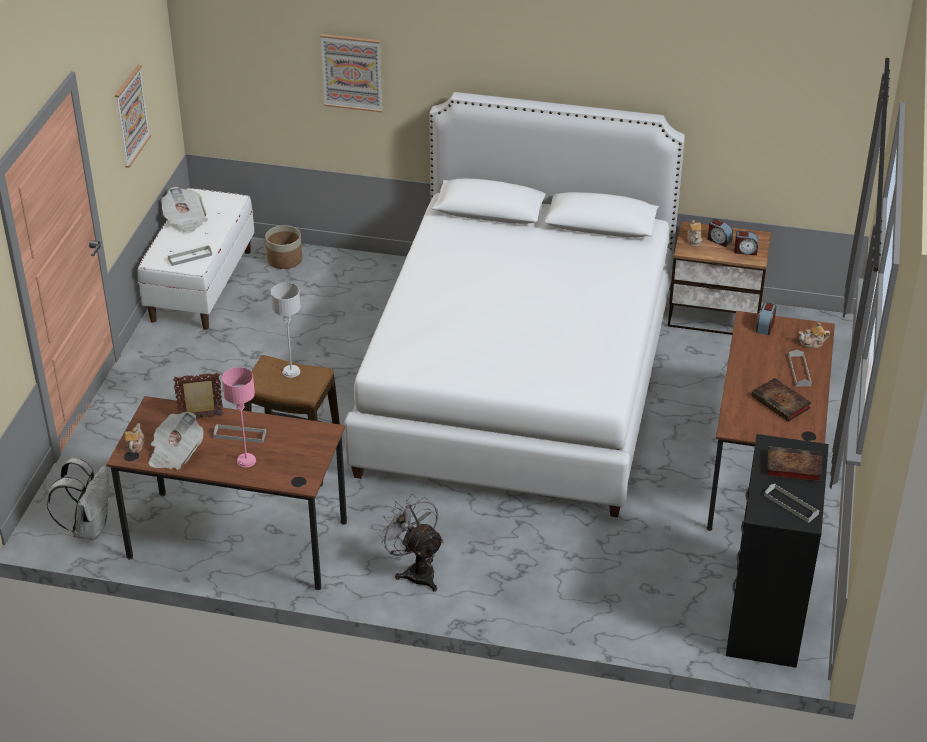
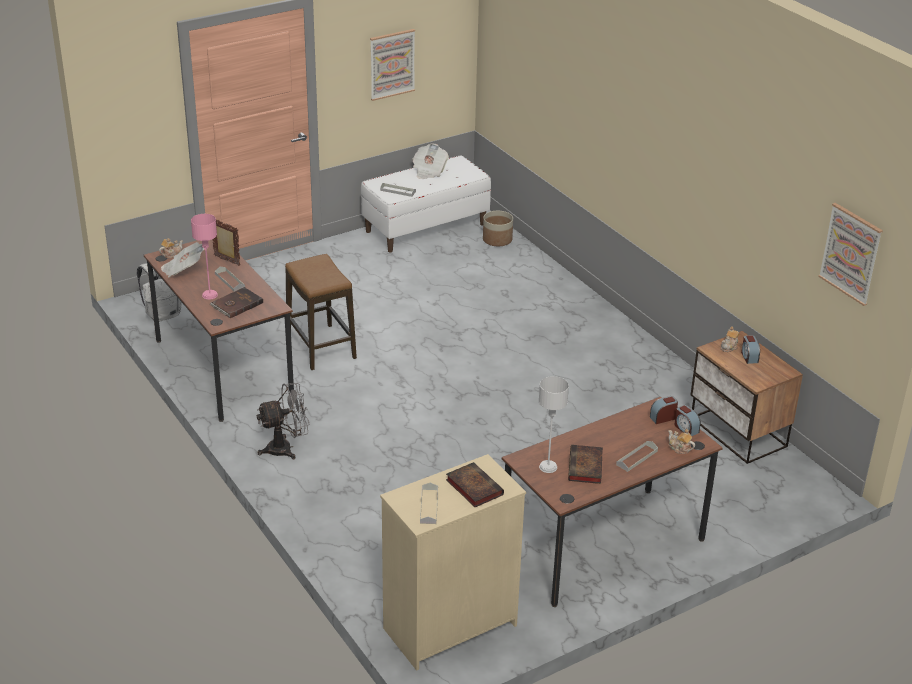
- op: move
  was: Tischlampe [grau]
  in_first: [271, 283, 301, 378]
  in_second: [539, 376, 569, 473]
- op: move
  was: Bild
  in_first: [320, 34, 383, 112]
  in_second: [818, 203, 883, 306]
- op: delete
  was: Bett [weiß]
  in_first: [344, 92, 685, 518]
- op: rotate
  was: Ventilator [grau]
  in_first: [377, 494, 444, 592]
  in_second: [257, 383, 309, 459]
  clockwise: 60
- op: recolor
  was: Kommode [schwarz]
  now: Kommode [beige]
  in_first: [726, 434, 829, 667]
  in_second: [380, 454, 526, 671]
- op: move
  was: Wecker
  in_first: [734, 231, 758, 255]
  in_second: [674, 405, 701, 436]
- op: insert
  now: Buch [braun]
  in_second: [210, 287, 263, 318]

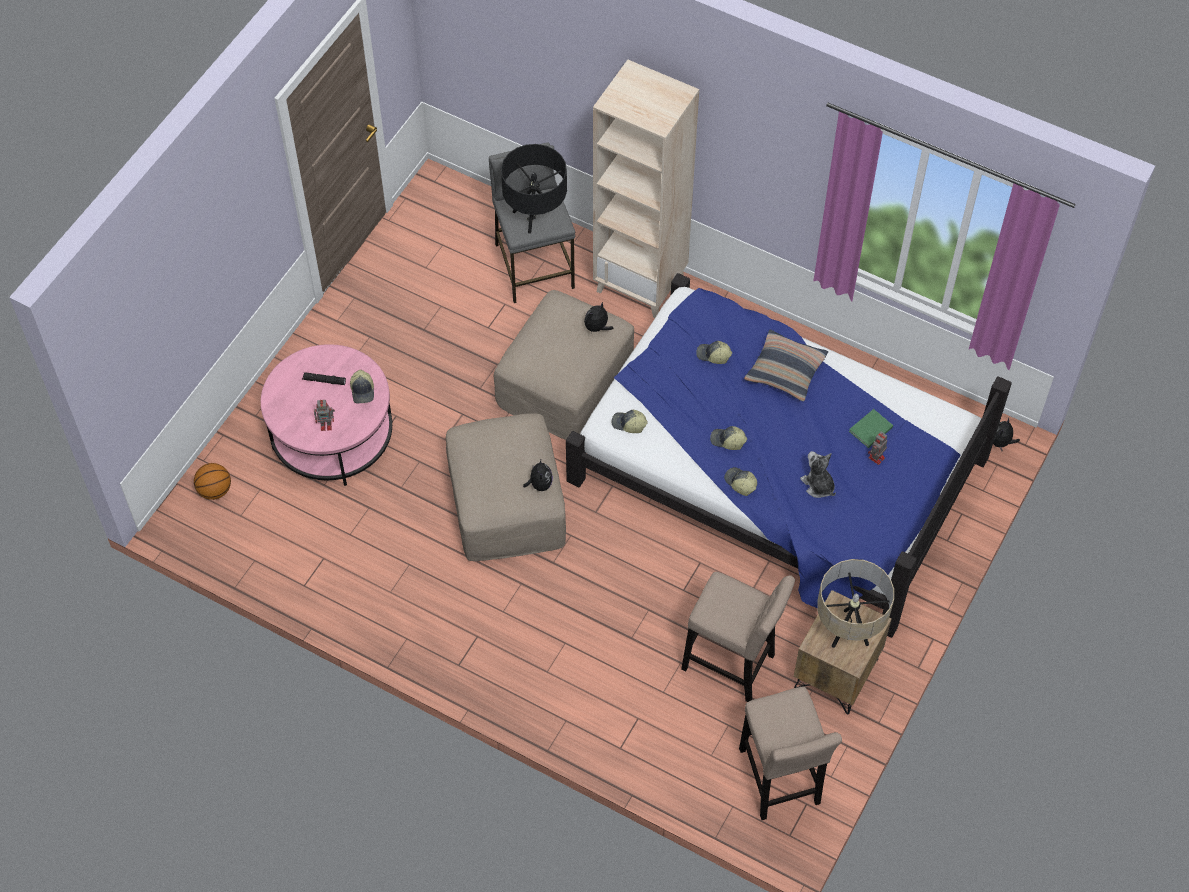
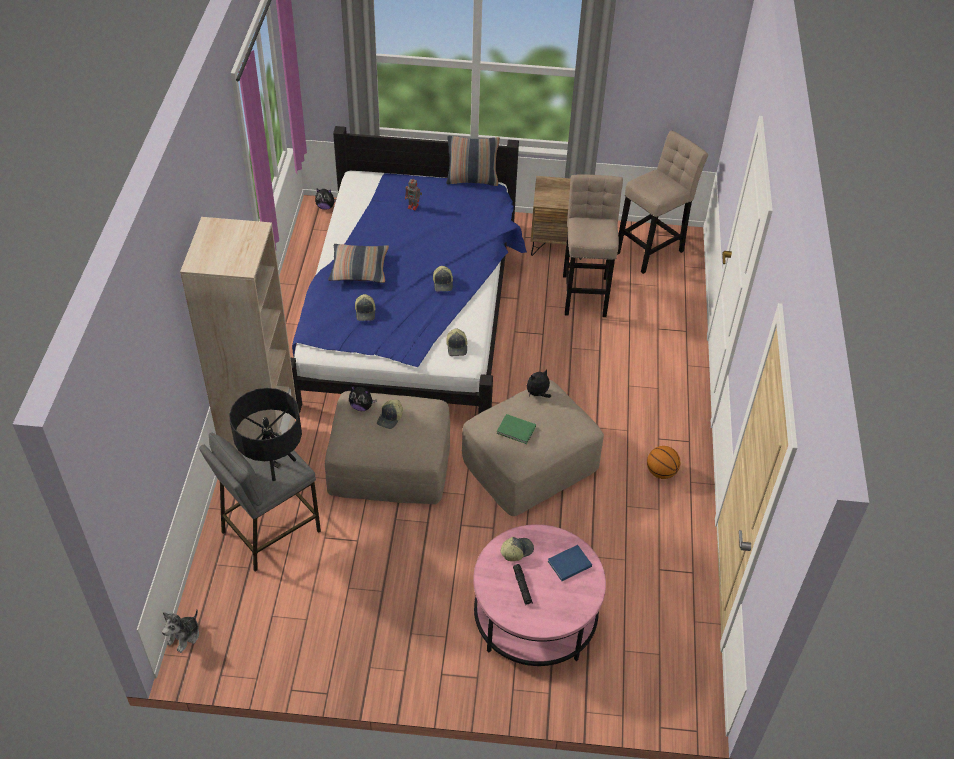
- op: move
  was: Basketball
  in_first: [194, 463, 231, 500]
  in_second: [647, 446, 680, 479]
- op: replace
  was: Spielzeugroboter
  now: Buch [blau]
  in_first: [314, 400, 335, 431]
  in_second: [548, 545, 592, 581]
- op: move
  was: Kappe
  in_first: [724, 467, 757, 496]
  in_second: [377, 399, 403, 429]
- op: move
  was: Plüschtier
  in_first: [800, 451, 836, 498]
  in_second: [162, 610, 199, 653]
- op: delete
  was: Tischlampe [beige]
  in_first: [817, 559, 894, 648]
- op: move
  was: Buch [grün]
  in_first: [849, 409, 893, 448]
  in_second: [497, 414, 536, 444]
- op: insert
  now: Kissen
  in_second: [446, 136, 500, 186]

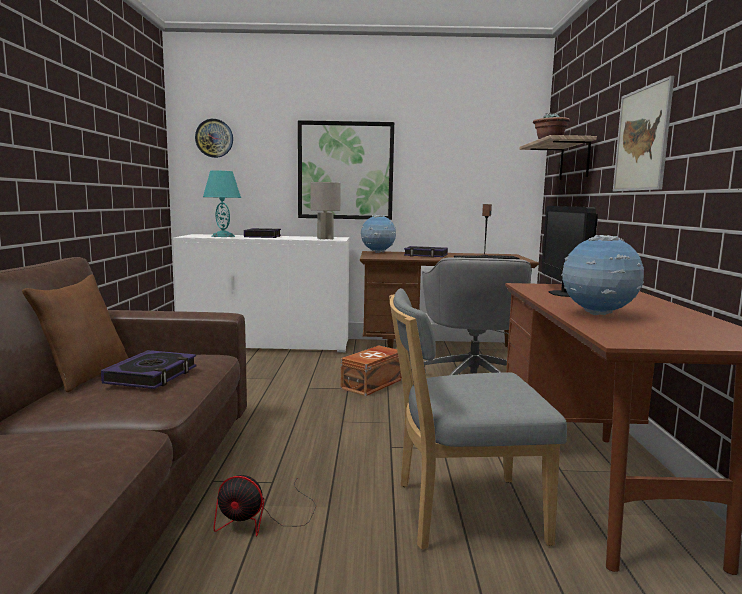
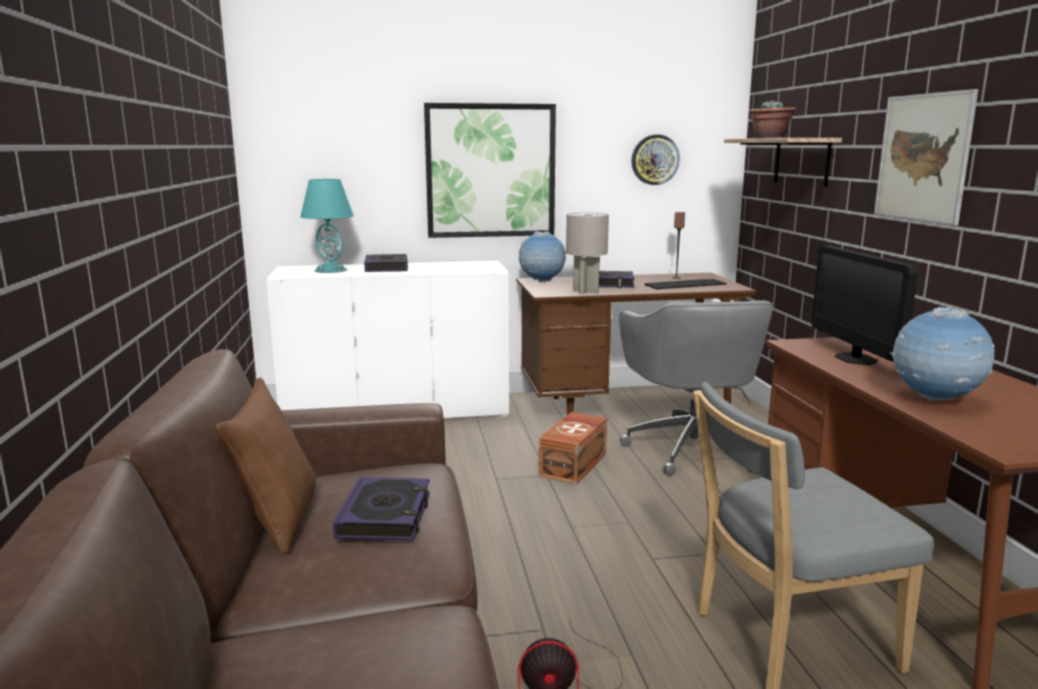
- op: move
  was: Wanduhr
  in_first: [195, 119, 233, 158]
  in_second: [632, 135, 680, 185]
- op: move
  was: Tischlampe [grau]
  in_first: [310, 182, 341, 239]
  in_second: [566, 213, 609, 294]

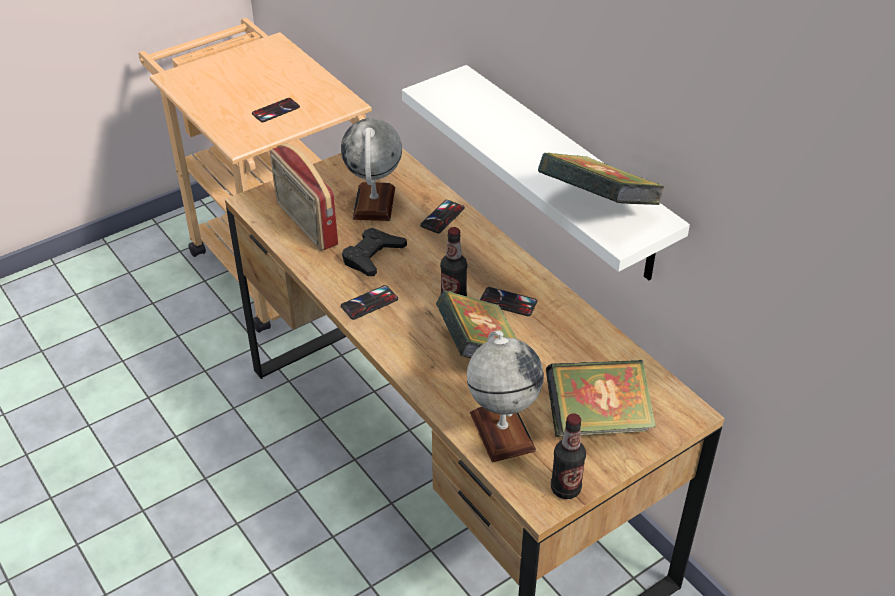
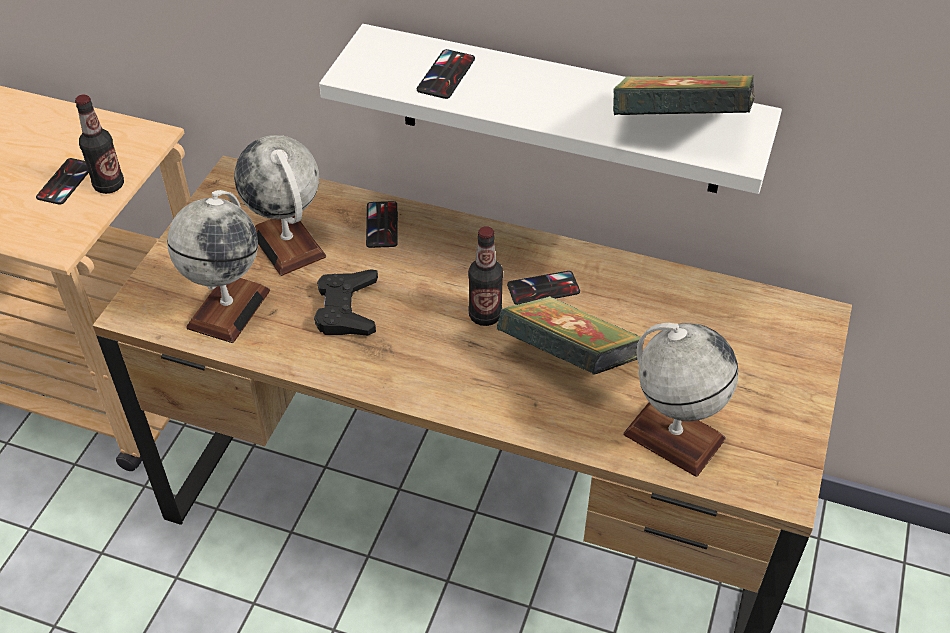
- op: replace
  was: Radio
  now: Globus
  in_first: [270, 144, 338, 251]
  in_second: [167, 190, 270, 343]
- op: move
  was: Handy
  in_first: [341, 285, 398, 320]
  in_second: [417, 49, 475, 99]
- op: delete
  was: Buch
  in_first: [546, 360, 656, 437]
- op: move
  was: Flasche
  in_first: [551, 413, 586, 499]
  in_second: [75, 94, 124, 194]

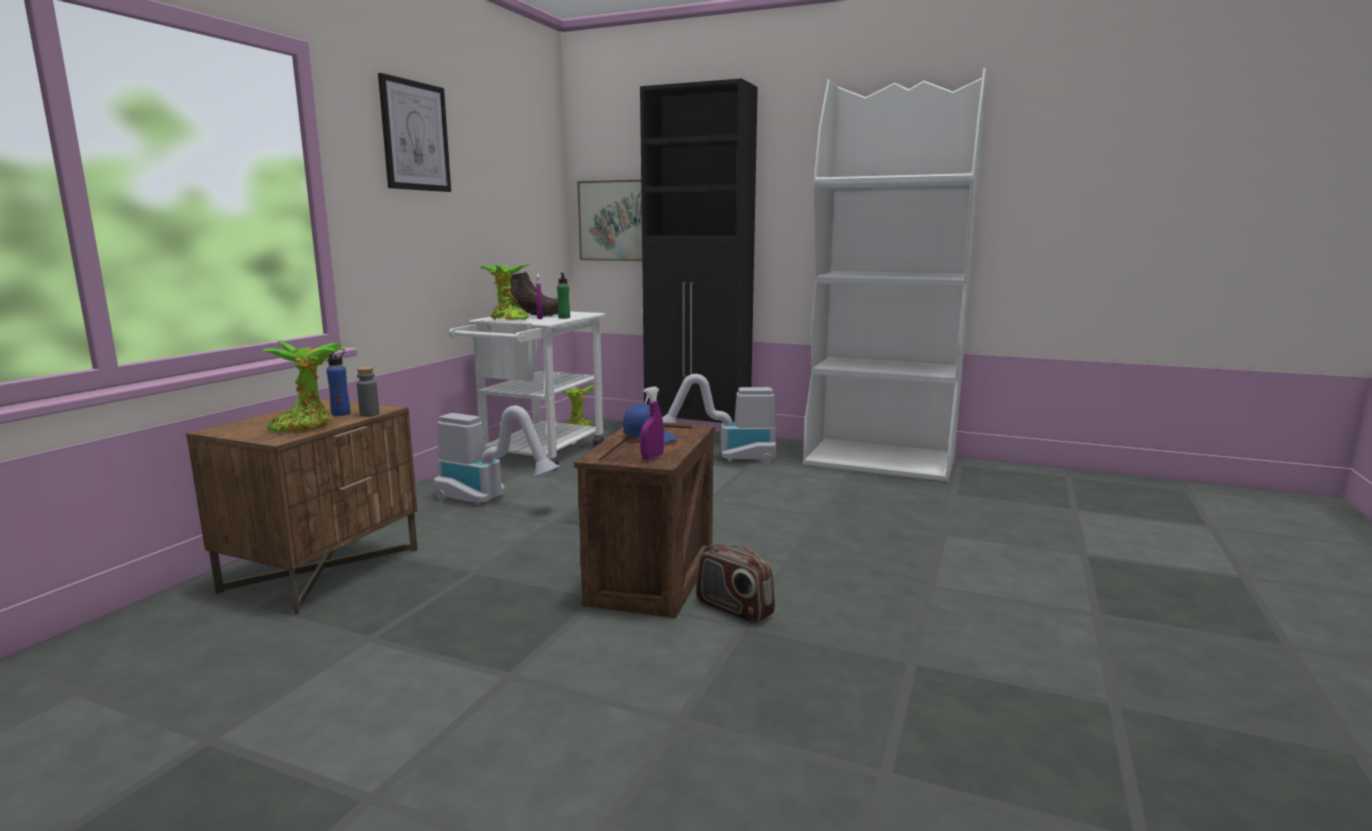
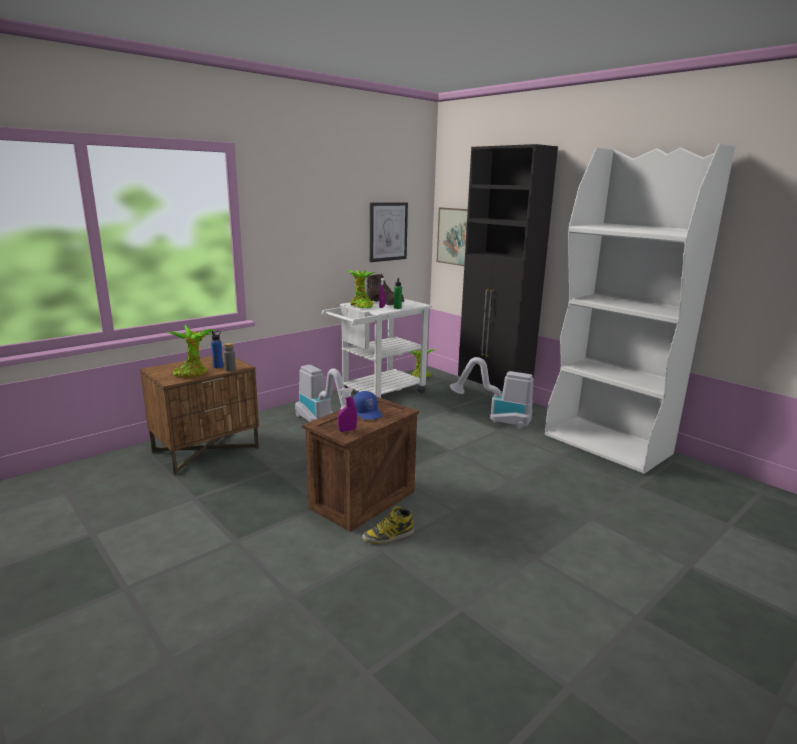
- op: move
  was: Bild
  in_first: [378, 73, 451, 192]
  in_second: [370, 202, 408, 262]
- op: replace
  was: Radio
  now: Stiefel
  in_first: [696, 544, 775, 624]
  in_second: [362, 506, 414, 544]

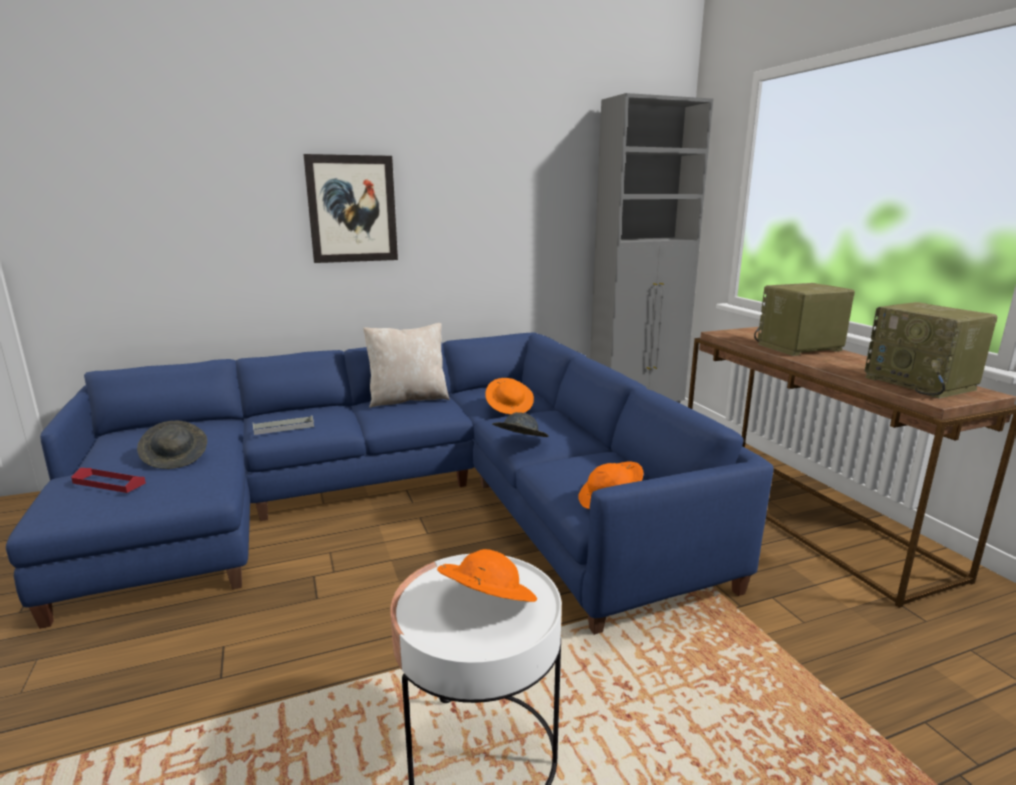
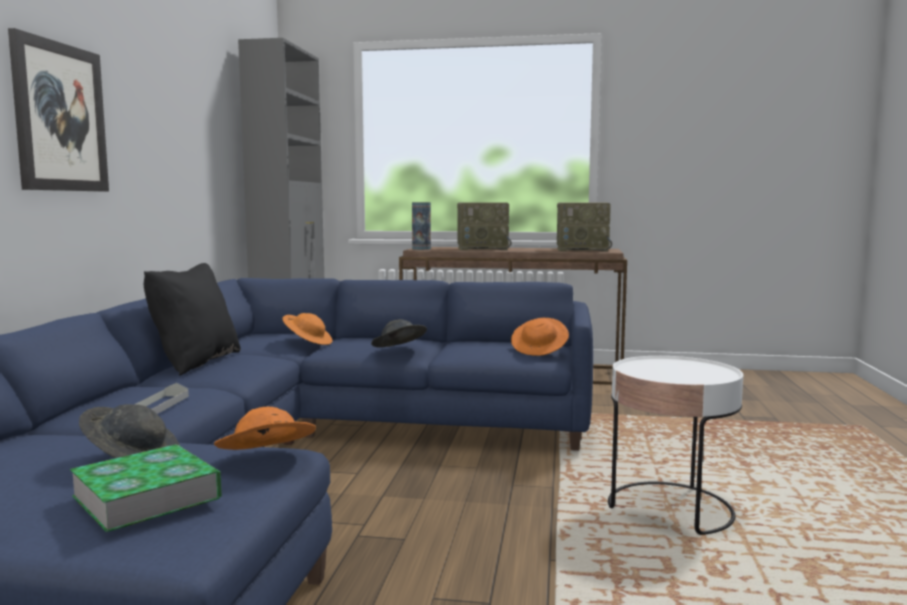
- op: replace
  was: Tablett [rot]
  now: Buch
  in_first: [71, 468, 146, 493]
  in_second: [70, 444, 222, 532]
- op: recolor
  was: Kissen [beige]
  now: Kissen [schwarz]
  in_first: [363, 323, 450, 408]
  in_second: [144, 263, 241, 376]
- op: move
  was: Hut [orange]
  in_first: [437, 549, 537, 602]
  in_second: [214, 407, 316, 450]
- op: rotate
  was: Radio
  in_first: [754, 283, 855, 356]
  in_second: [457, 202, 512, 250]
  clockwise: -105
- op: insert
  now: Vase
  in_second: [412, 202, 431, 250]

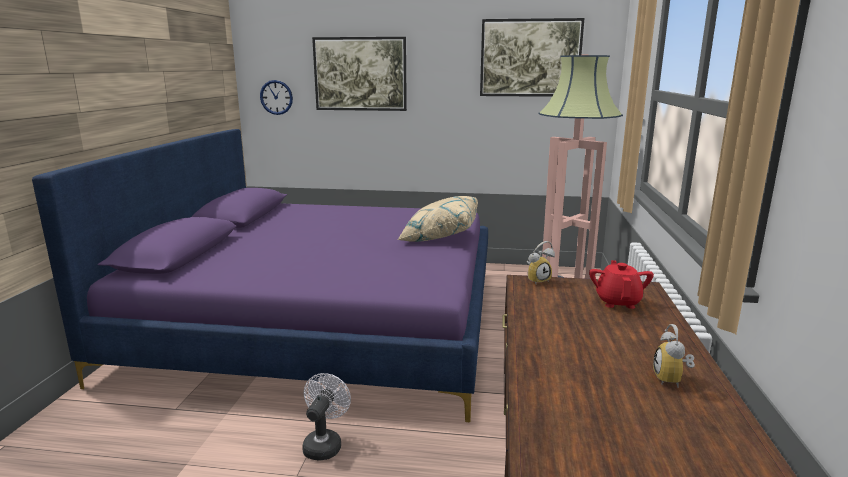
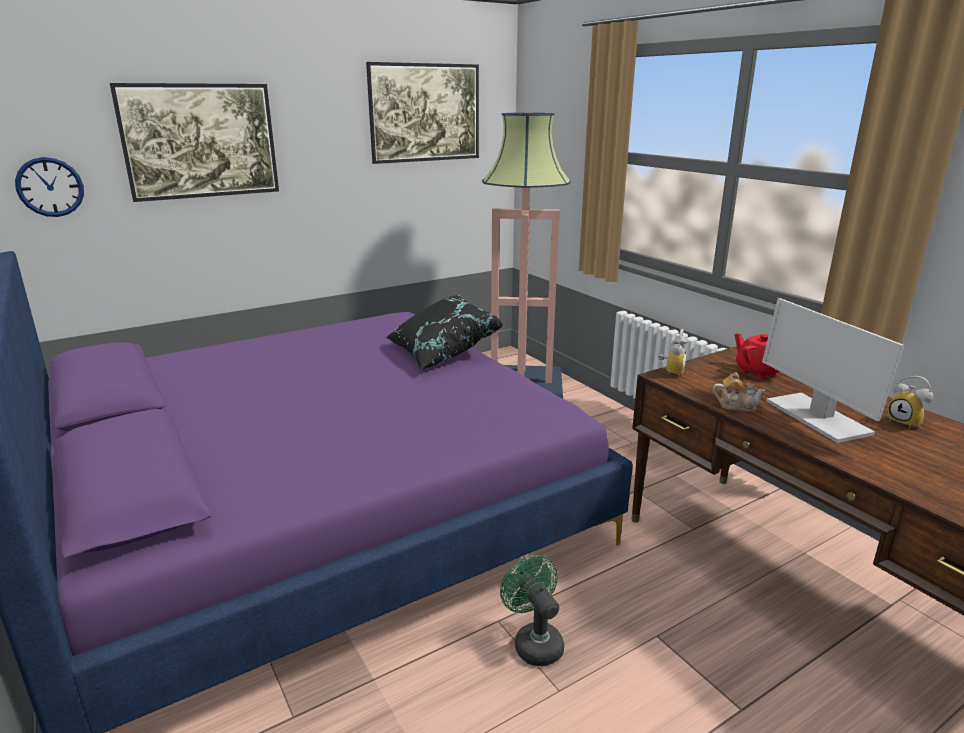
- op: recolor
  was: Ventilator [weiß]
  now: Ventilator [grün]
  in_first: [302, 373, 351, 461]
  in_second: [500, 555, 564, 666]
- op: recolor
  was: Kissen [beige]
  now: Kissen [schwarz]
  in_first: [397, 196, 478, 242]
  in_second: [386, 295, 503, 369]
- op: insert
  now: Teekanne
  in_second: [713, 372, 766, 412]
- op: insert
  now: Monitor
  in_second: [762, 298, 904, 443]

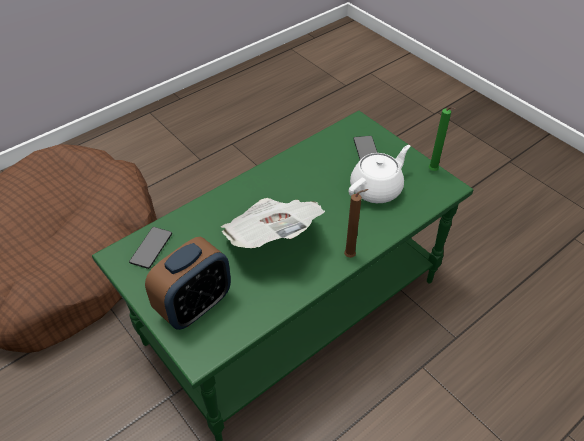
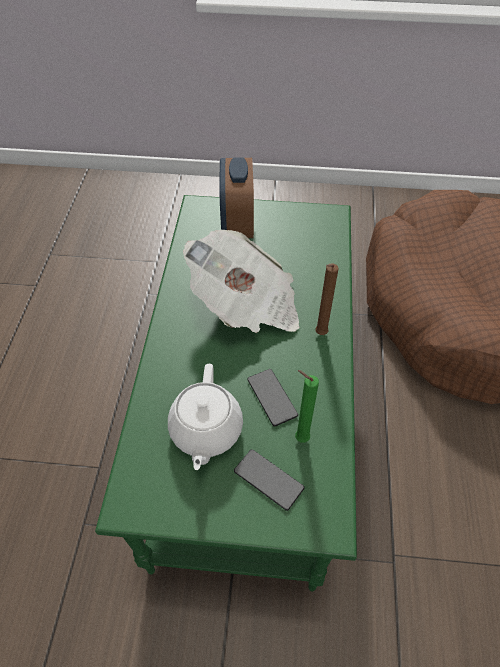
- op: move
  was: Handy
  in_first: [129, 227, 172, 269]
  in_second: [247, 369, 298, 427]
- op: move
  was: Kerze [braun]
  in_first: [344, 189, 368, 258]
  in_second: [315, 264, 338, 335]
- op: move
  was: Kerze [grün]
  in_first: [429, 107, 455, 171]
  in_second: [295, 370, 319, 443]

